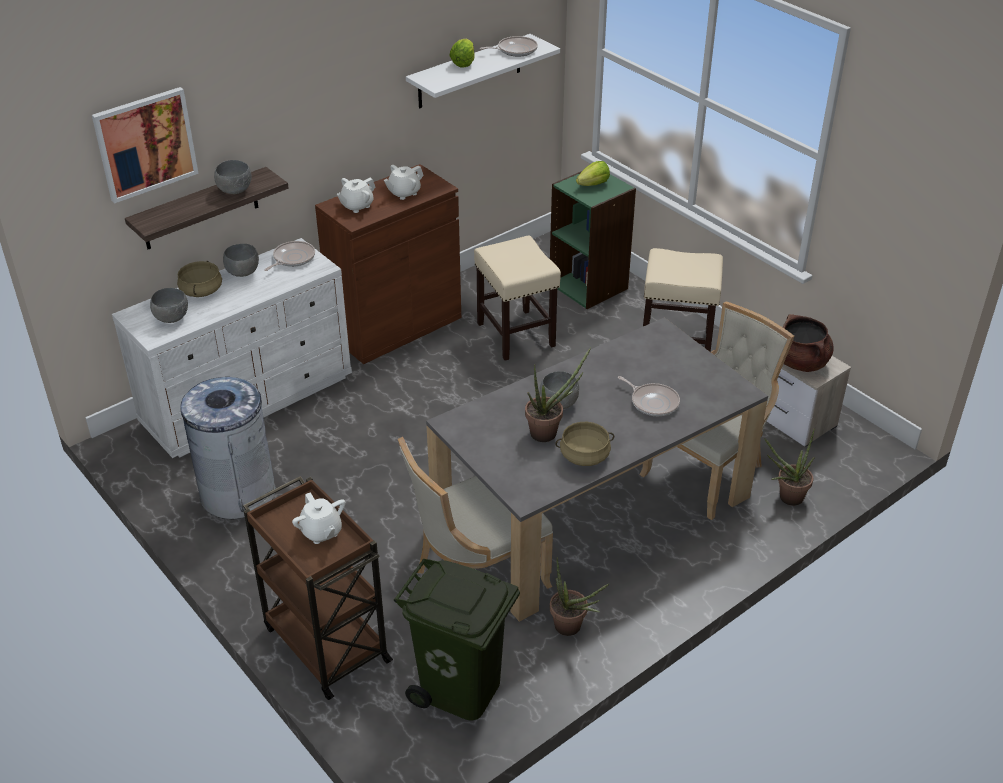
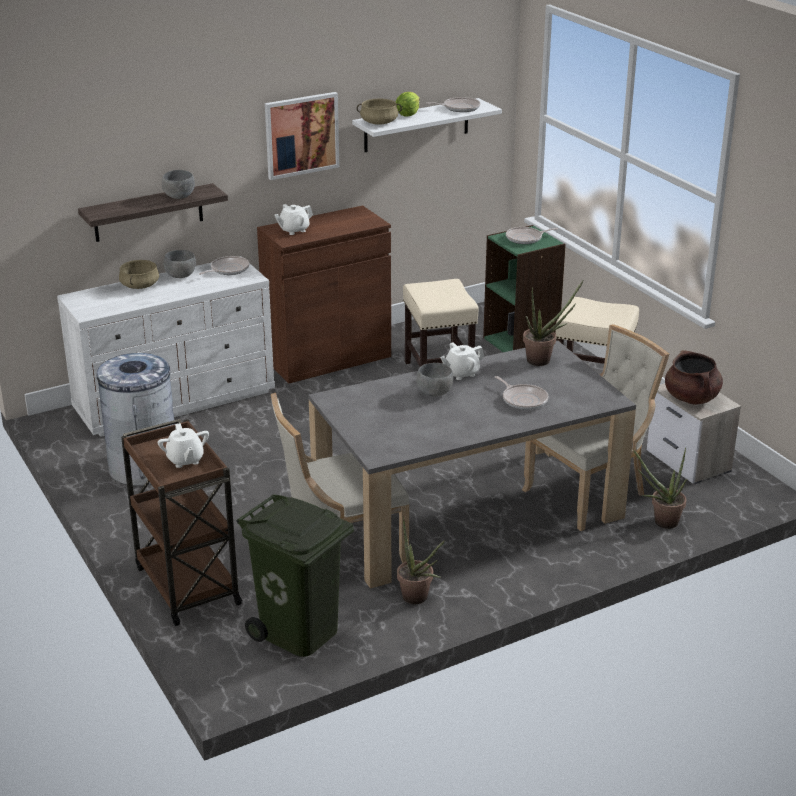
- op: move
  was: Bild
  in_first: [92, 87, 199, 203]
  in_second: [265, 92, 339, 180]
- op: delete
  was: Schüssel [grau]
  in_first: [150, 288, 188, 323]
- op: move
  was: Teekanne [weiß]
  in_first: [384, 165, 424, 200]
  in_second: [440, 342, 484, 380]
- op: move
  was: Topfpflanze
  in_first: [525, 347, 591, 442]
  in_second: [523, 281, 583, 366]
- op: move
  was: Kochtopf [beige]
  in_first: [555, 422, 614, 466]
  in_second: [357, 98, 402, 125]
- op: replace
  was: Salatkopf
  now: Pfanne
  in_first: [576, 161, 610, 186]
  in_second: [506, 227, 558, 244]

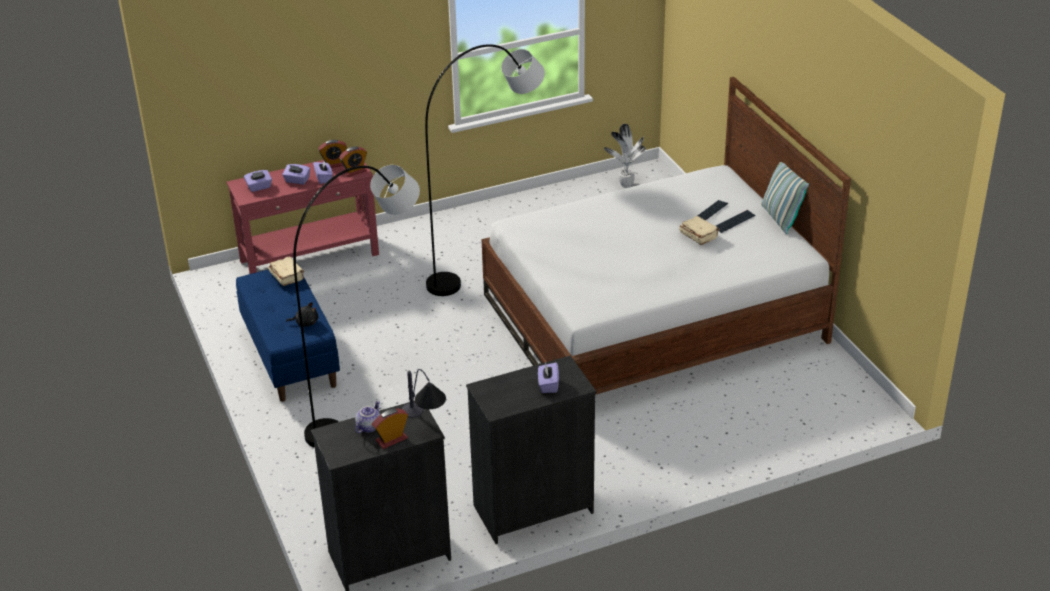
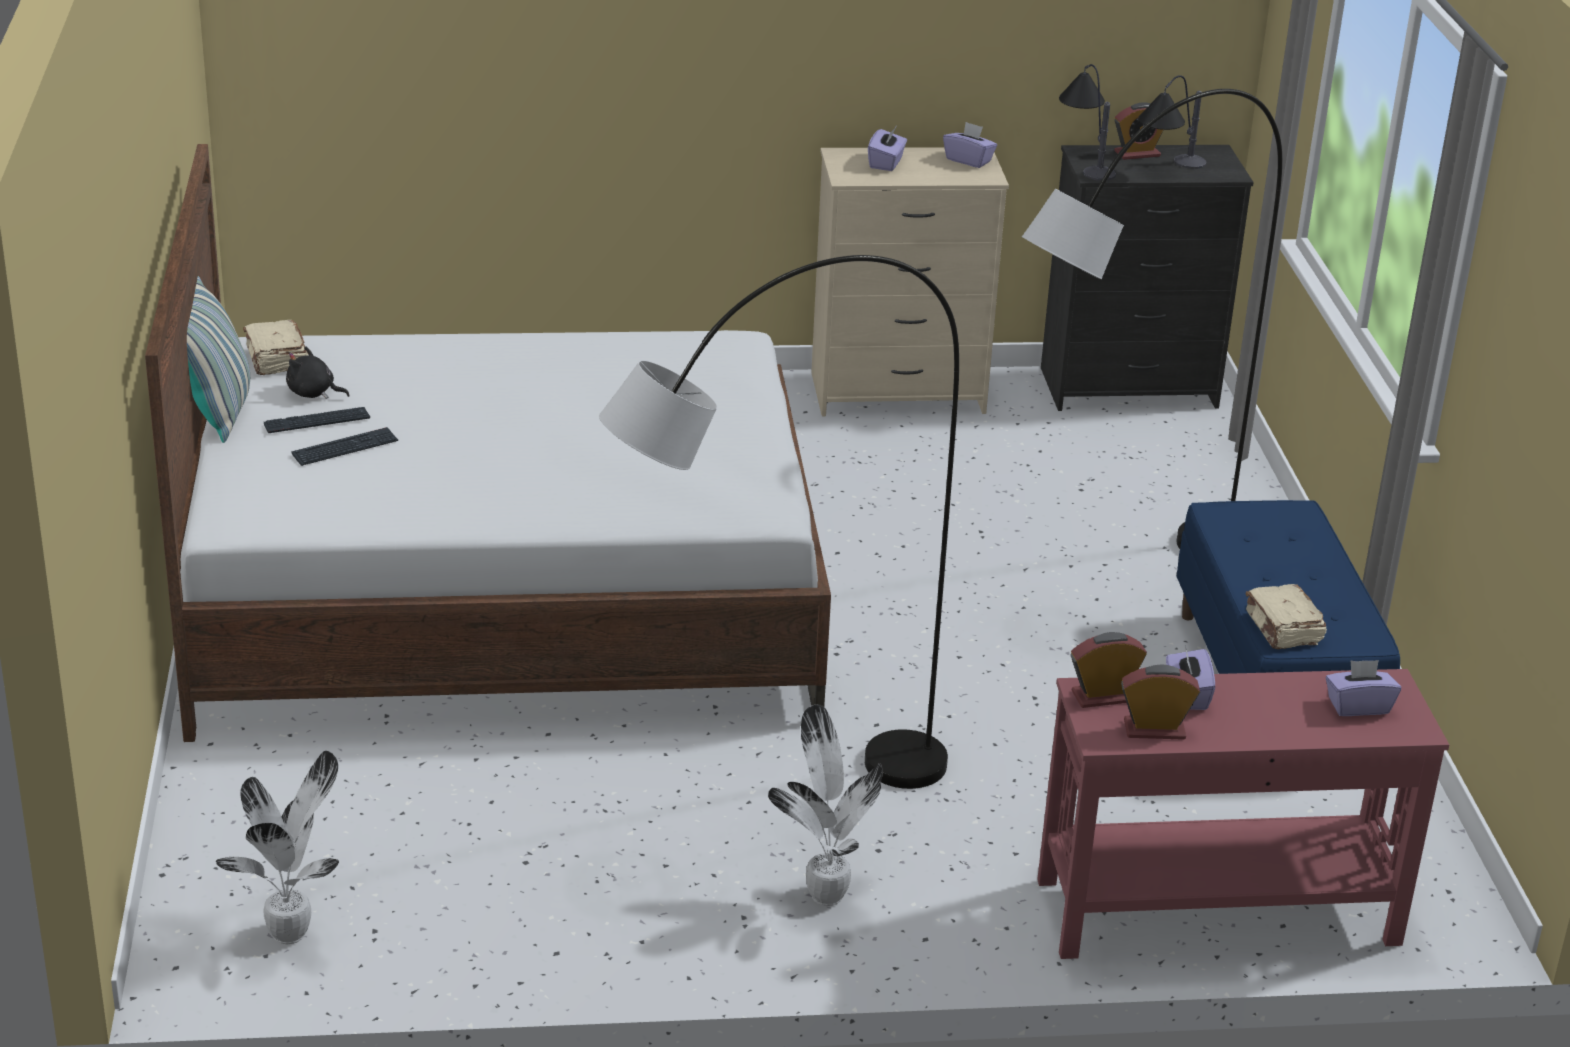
- op: move
  was: Taschentuchbox [lila]
  in_first: [282, 164, 310, 184]
  in_second: [943, 122, 997, 168]
- op: move
  was: Plüschtier [schwarz]
  in_first: [286, 302, 318, 327]
  in_second: [286, 346, 350, 399]
- op: replace
  was: Teekanne
  now: Tischlampe
  in_first: [355, 401, 380, 433]
  in_second: [1138, 75, 1206, 169]
- op: recolor
  was: Kommode [schwarz]
  now: Kommode [beige]
  in_first: [466, 356, 596, 544]
  in_second: [811, 147, 1009, 416]
- op: move
  was: Buch [beige]
  in_first: [679, 216, 720, 245]
  in_second: [243, 320, 308, 375]
- op: insert
  now: Topfpflanze
  in_second: [768, 704, 883, 906]

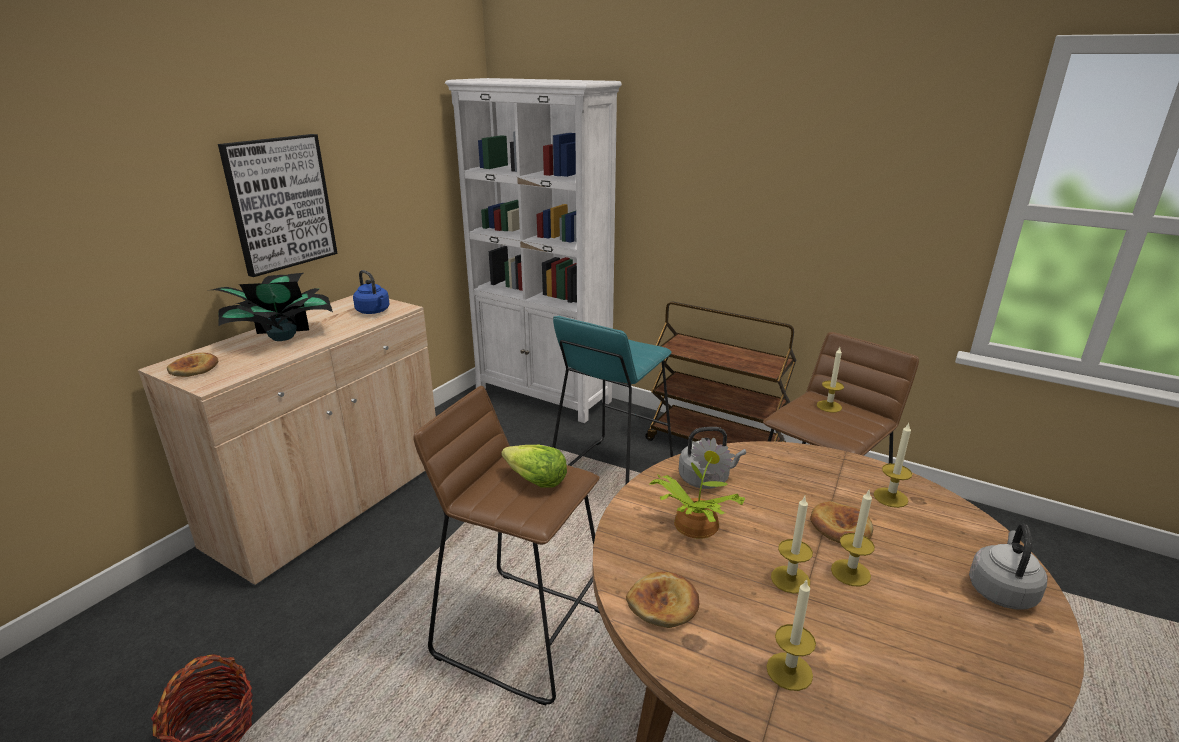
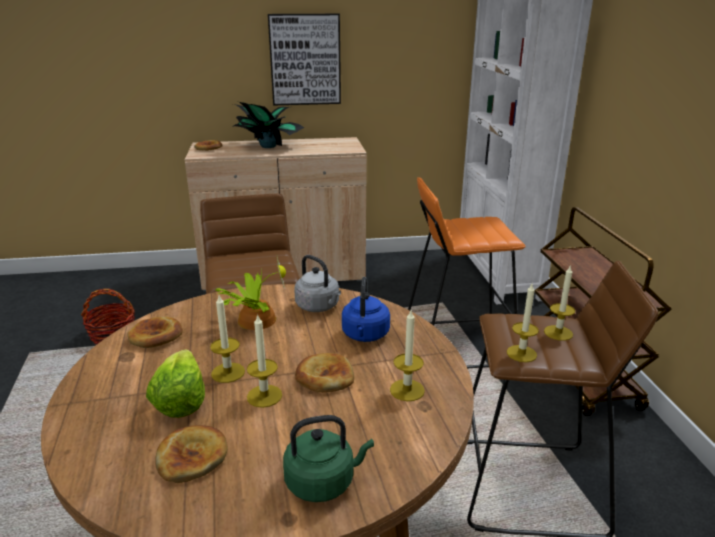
- op: move
  was: Wasserkessel [blau]
  in_first: [353, 270, 390, 314]
  in_second: [342, 277, 390, 342]
- op: move
  was: Salatkopf
  in_first: [501, 445, 567, 487]
  in_second: [146, 350, 205, 418]
- op: recolor
  was: Hocker [türkis]
  now: Hocker [orange]
  in_first: [552, 316, 673, 485]
  in_second: [408, 177, 526, 369]
- op: move
  was: Kerze
  in_first: [766, 579, 816, 691]
  in_second: [507, 284, 539, 362]
- op: recolor
  was: Wasserkessel [grau]
  now: Wasserkessel [grün]
  in_first: [969, 524, 1047, 610]
  in_second: [283, 415, 374, 502]
- op: insert
  now: Brot
  in_second: [156, 425, 228, 483]

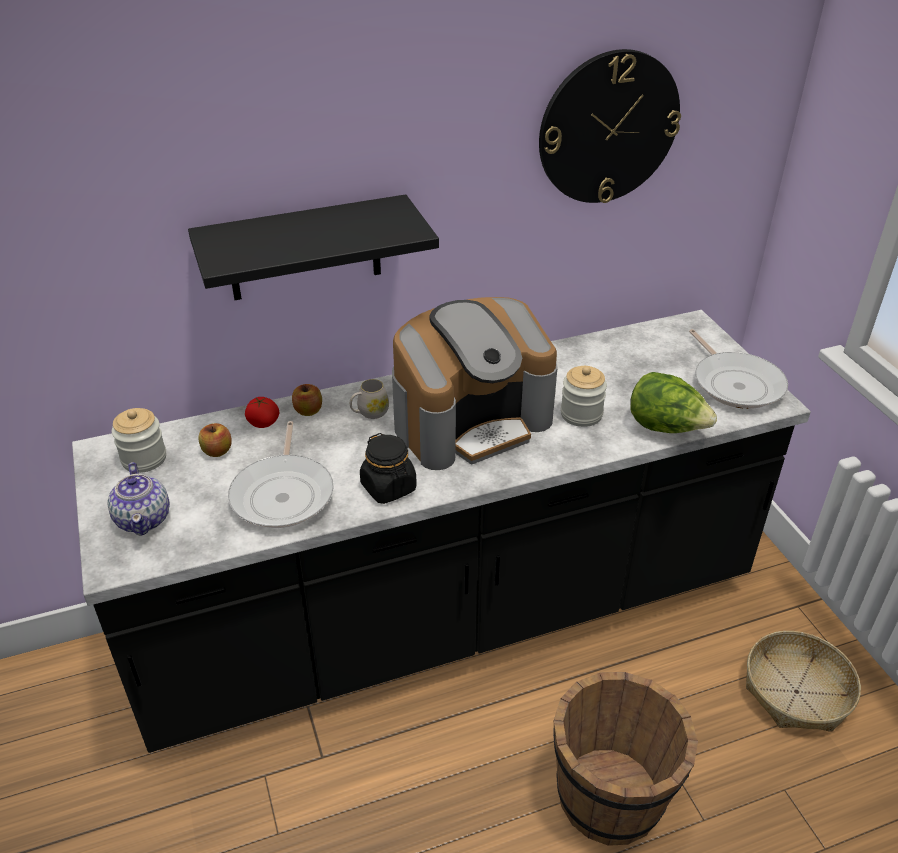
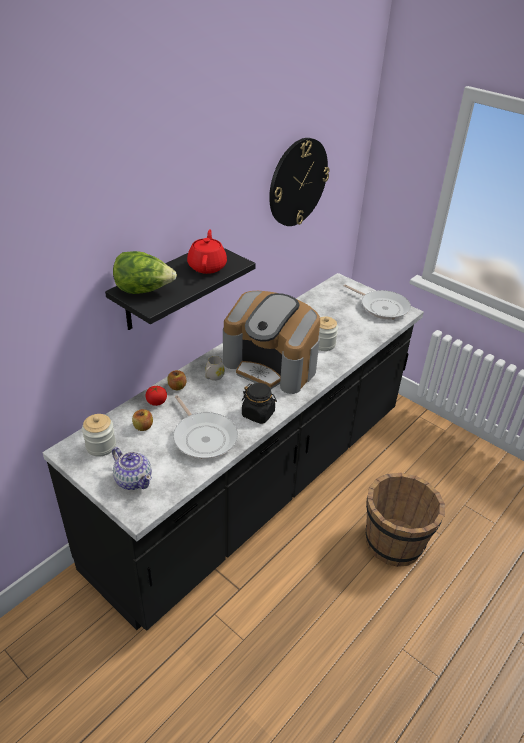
- op: rotate
  was: Kaffeemaschine
  in_first: [392, 297, 557, 470]
  in_second: [223, 291, 320, 394]
  clockwise: 90
- op: move
  was: Salatkopf
  in_first: [630, 372, 717, 433]
  in_second: [113, 251, 177, 294]
- op: delete
  was: Korb
  in_first: [746, 631, 861, 732]
- op: insert
  now: Teekanne [rot]
  in_second: [187, 229, 227, 274]

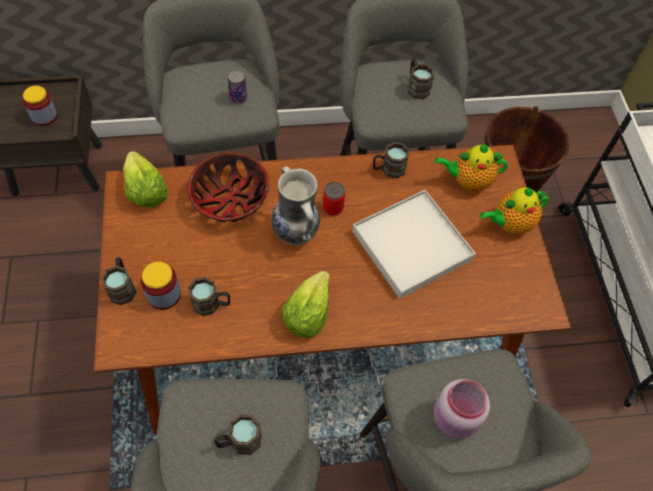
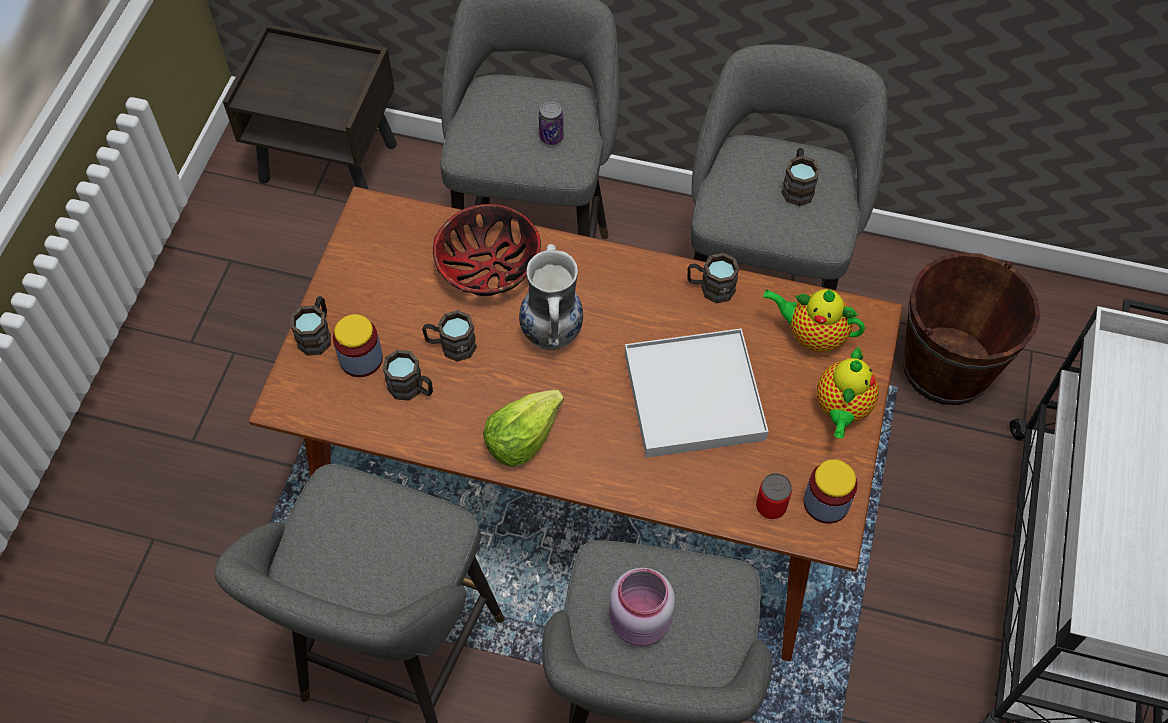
- op: move
  was: Vorratsglas
  in_first: [23, 86, 57, 126]
  in_second: [803, 459, 857, 524]
- op: delete
  was: Salatkopf
  in_first: [123, 151, 168, 207]
- op: move
  was: Henkelbecher [braun]
  in_first: [214, 414, 262, 455]
  in_second: [422, 310, 477, 362]
- op: move
  was: Dose
  in_first: [323, 182, 345, 216]
  in_second: [756, 473, 792, 519]
- op: rotate
  was: Teekanne
  in_first: [480, 187, 549, 234]
  in_second: [817, 346, 879, 439]
  clockwise: -75

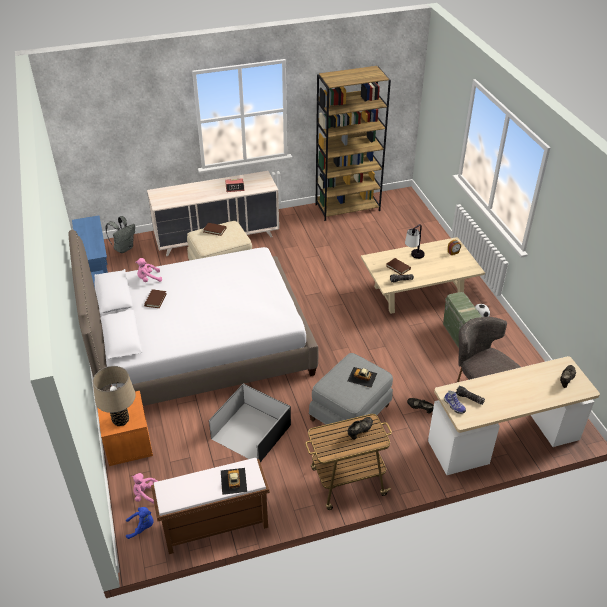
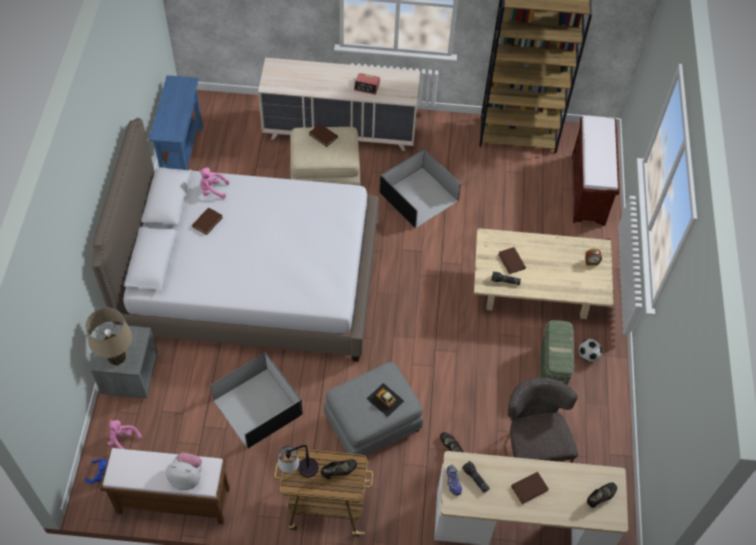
- op: recolor
  was: Nachttisch [orange]
  now: Nachttisch [grau]
  in_first: [97, 391, 153, 466]
  in_second: [91, 323, 158, 398]
- op: delete
  was: Rucksack [grau]
  in_first: [105, 216, 135, 253]
- op: replace
  was: Spielzeugauto
  now: Plüschtier
  in_first: [221, 468, 247, 495]
  in_second: [166, 452, 202, 490]
- op: move
  was: Tischlampe
  in_first: [405, 224, 425, 259]
  in_second: [278, 445, 319, 478]
- op: insert
  now: Aufbewahrungsbox [schwarz]
  in_second: [380, 148, 461, 228]
- op: insert
  now: Buch [braun]
  in_second: [511, 472, 549, 504]
- op: insert
  now: Bank [braun]
  in_second: [572, 116, 619, 226]

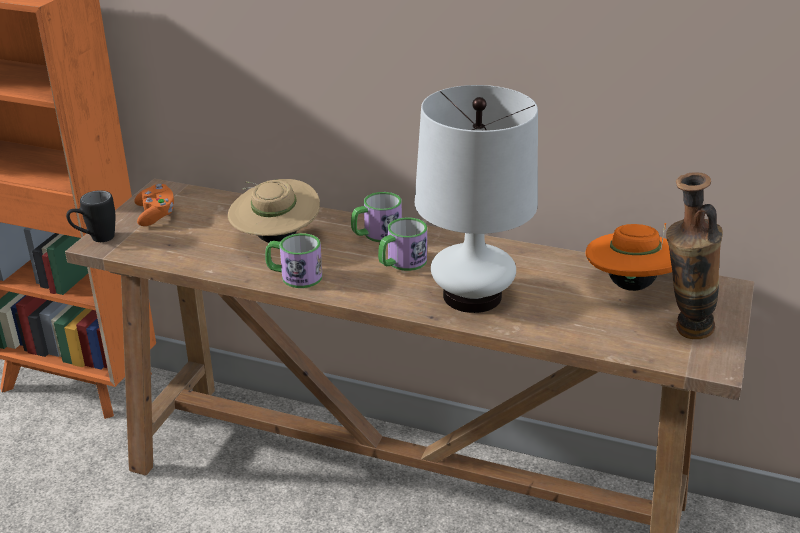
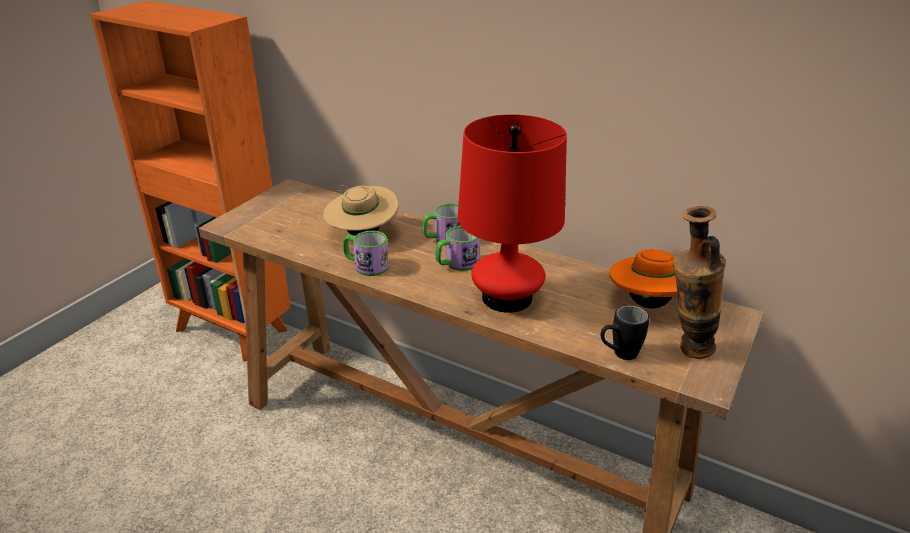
- op: move
  was: Henkelbecher [schwarz]
  in_first: [66, 190, 115, 242]
  in_second: [601, 305, 649, 360]
- op: delete
  was: Gamepad [orange]
  in_first: [134, 184, 174, 226]
- op: recolor
  was: Tischlampe [weiß]
  now: Tischlampe [rot]
  in_first: [415, 85, 538, 313]
  in_second: [458, 114, 567, 313]

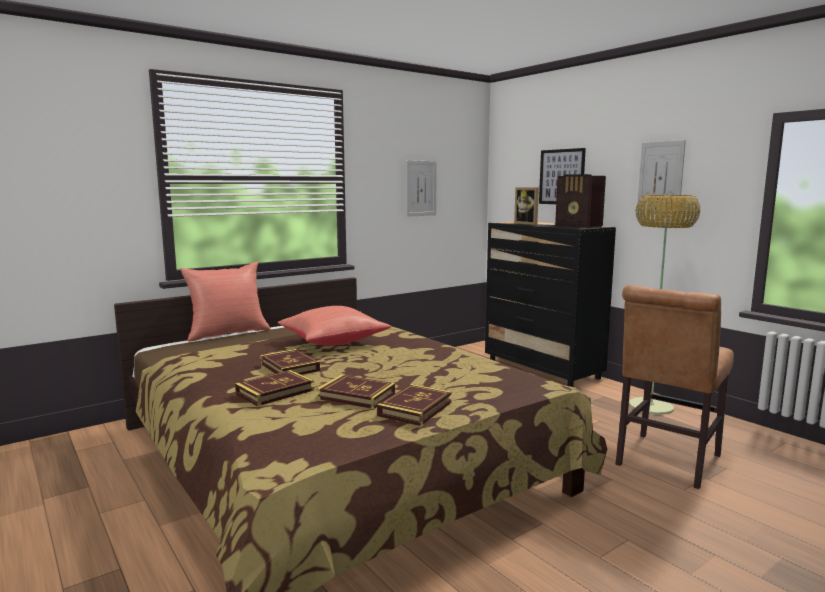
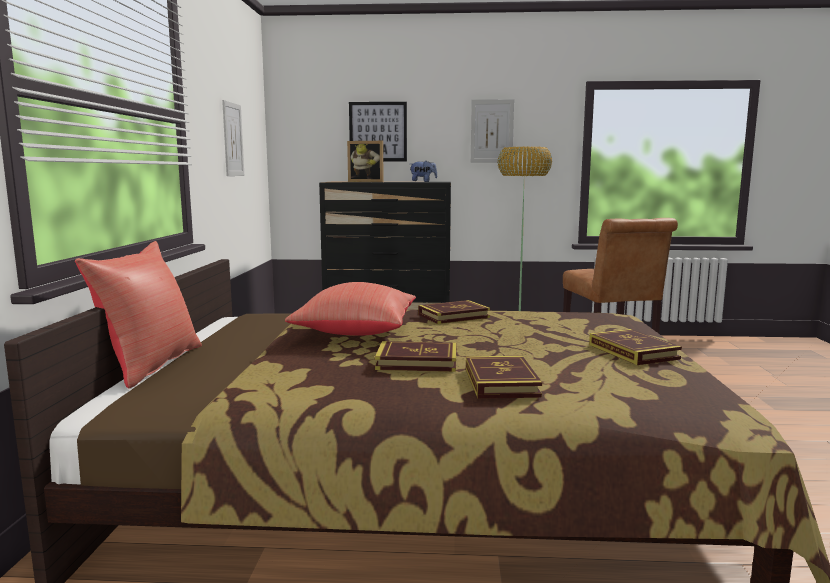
- op: move
  was: Buch
  in_first: [316, 375, 395, 409]
  in_second: [418, 300, 490, 324]
- op: replace
  was: Radio
  now: Plüschtier
  in_first: [555, 174, 606, 228]
  in_second: [410, 161, 437, 182]

